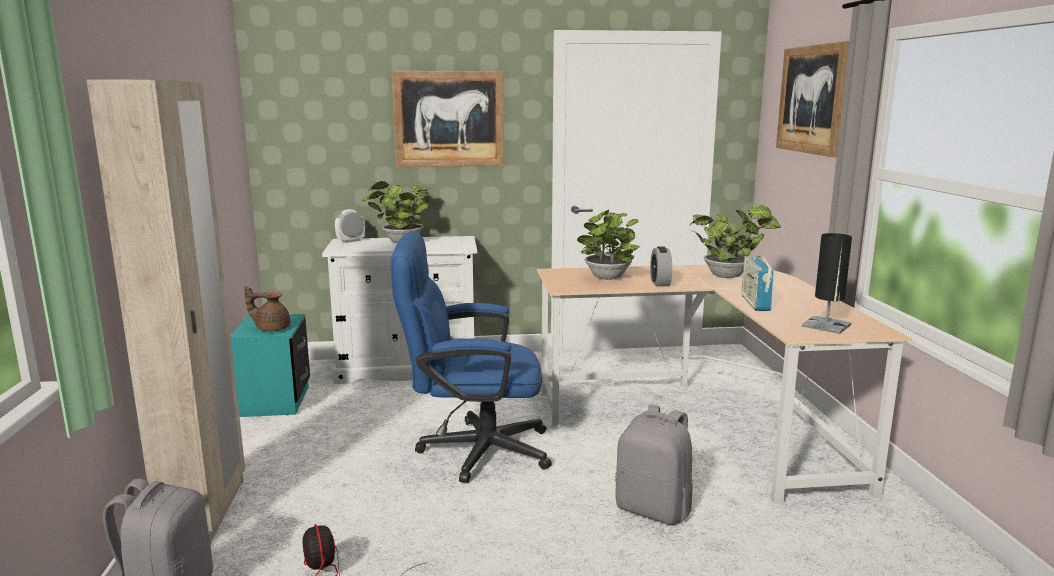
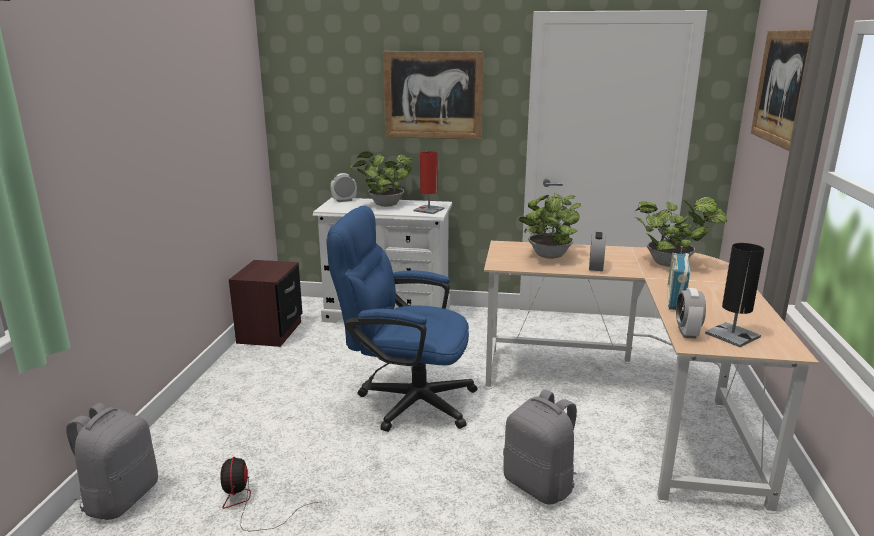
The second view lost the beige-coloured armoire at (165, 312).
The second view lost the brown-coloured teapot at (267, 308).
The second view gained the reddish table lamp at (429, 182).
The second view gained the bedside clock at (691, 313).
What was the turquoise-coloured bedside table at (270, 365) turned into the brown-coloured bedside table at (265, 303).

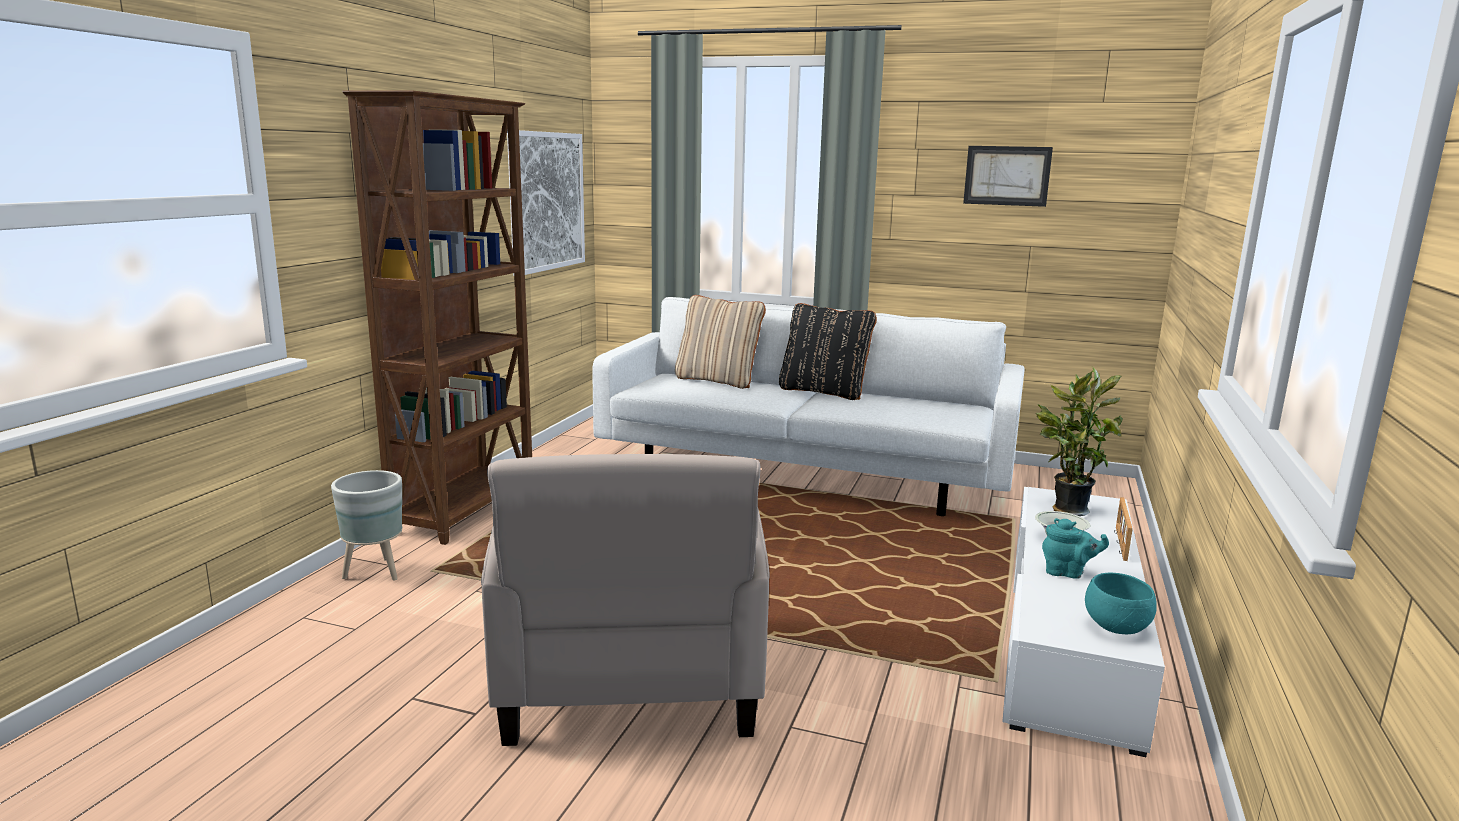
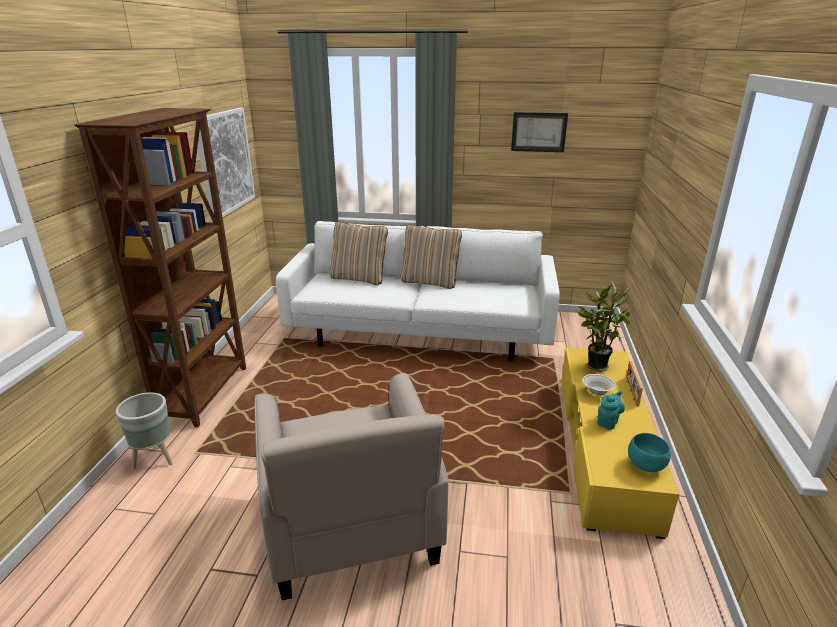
What was the black cushion at (828, 351) turned into the beige-coloured cushion at (431, 257).
What was the white tv stand at (1083, 622) turned into the yellowish tv stand at (620, 443).
The turquoise-coloured teapot at (1075, 548) ended up facing another way, 60 degrees counterclockwise from before.

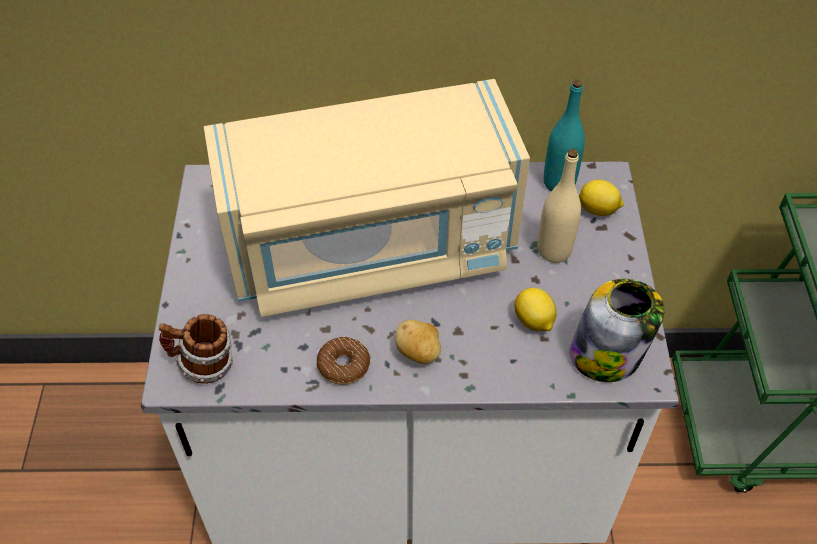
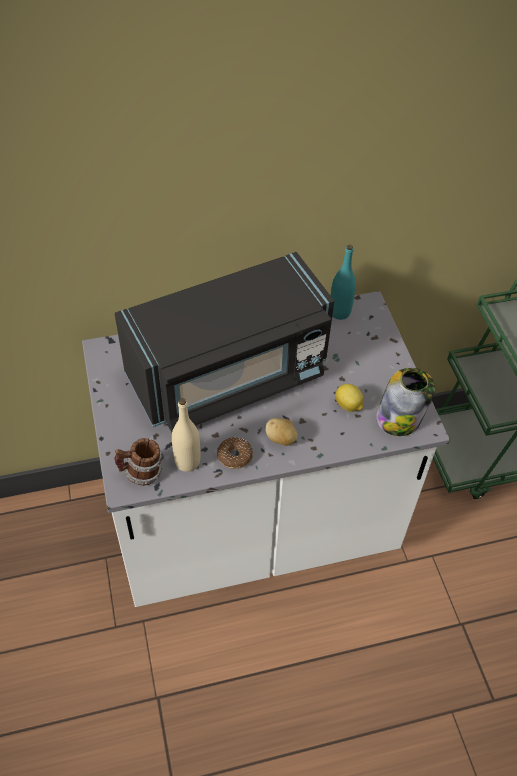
The second view lost the citrus fruit at (601, 198).
The beige-coloured beverage bottle ended up elsewhere, having gone from (559, 206) to (186, 435).
What was the beige-coloured microwave at (366, 198) turned into the black microwave at (224, 342).

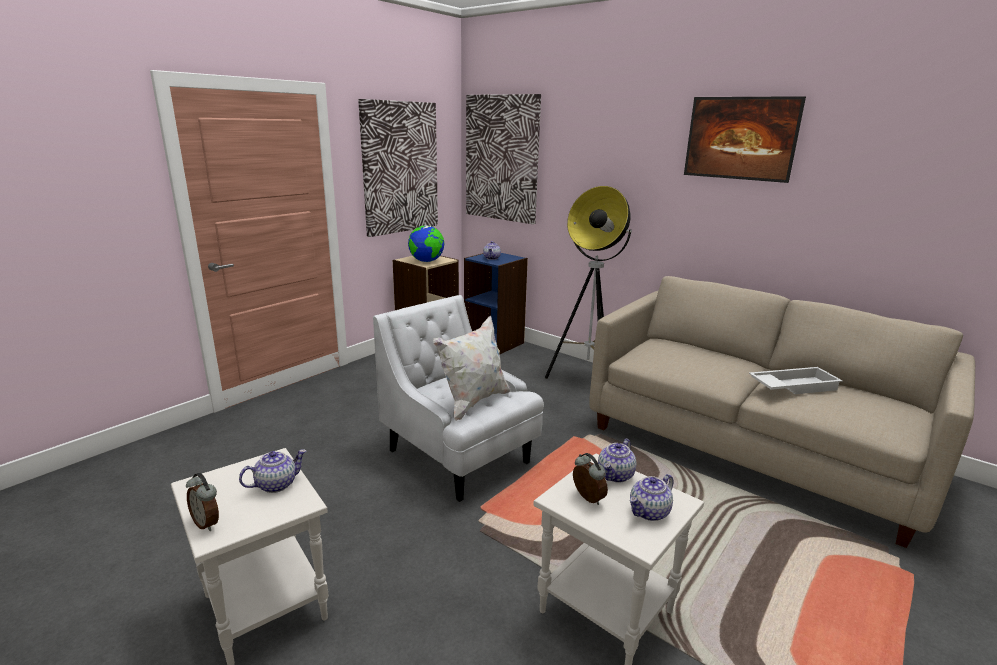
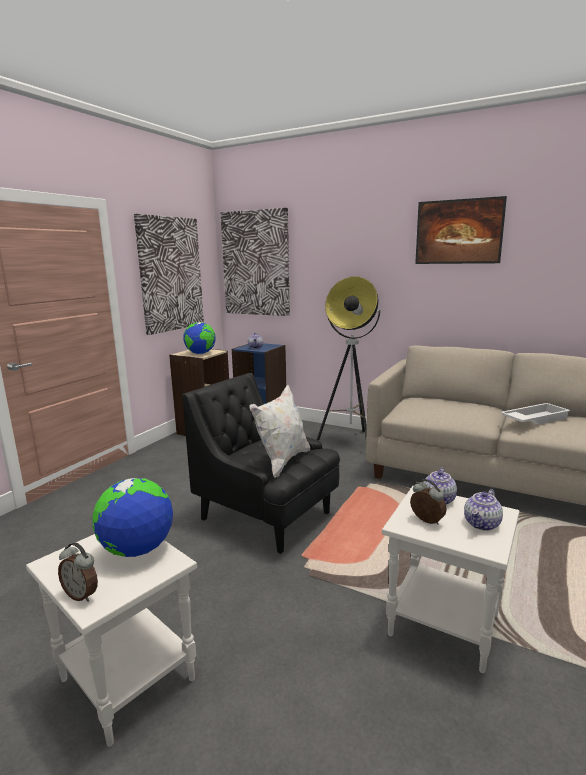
Where the teapot stood at (272, 471), the globe came to stand at (132, 517).
What was the white armchair at (458, 398) turned into the black armchair at (261, 463).

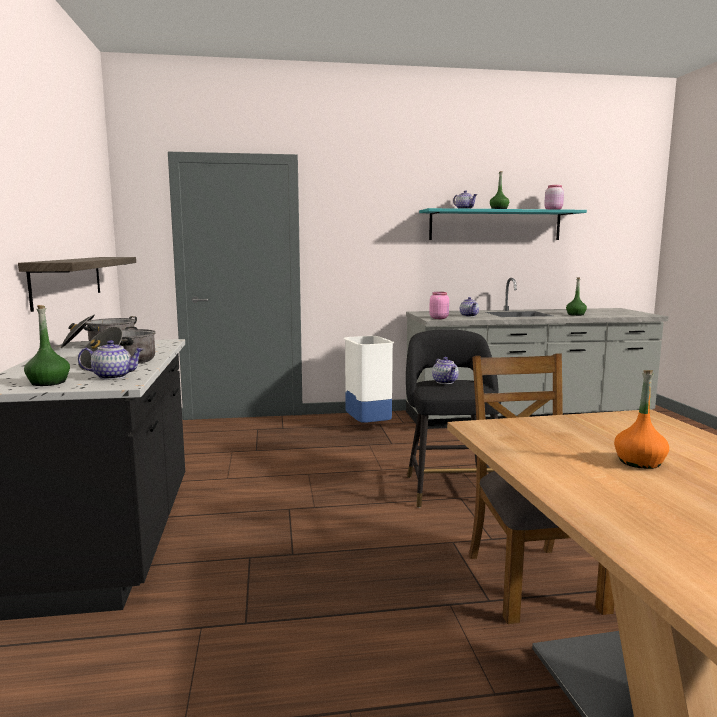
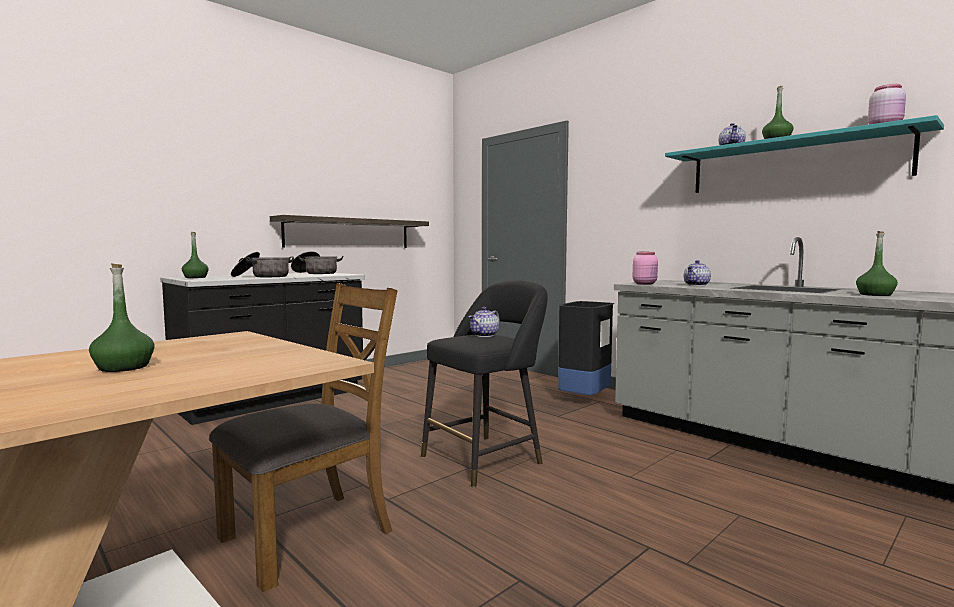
The second view lost the teapot at (111, 360).
What was the white rubbish bin at (369, 379) turned into the black rubbish bin at (586, 348).
What was the orangey beverage bottle at (641, 419) turned into the green beverage bottle at (122, 317).

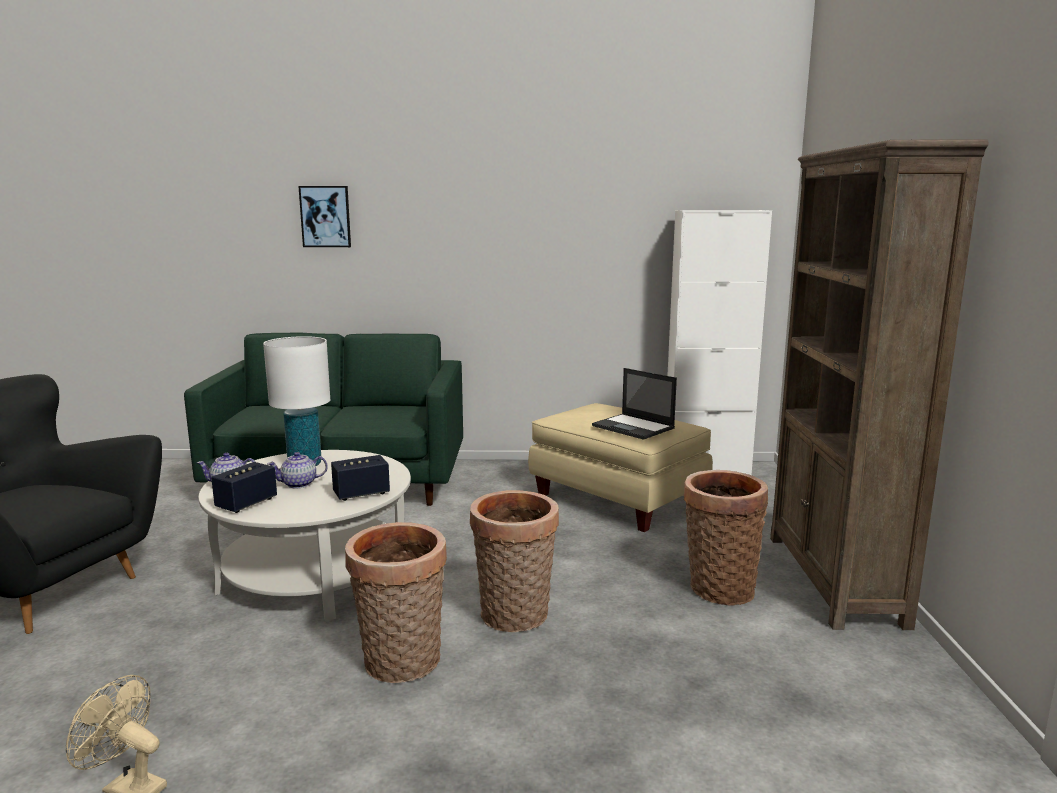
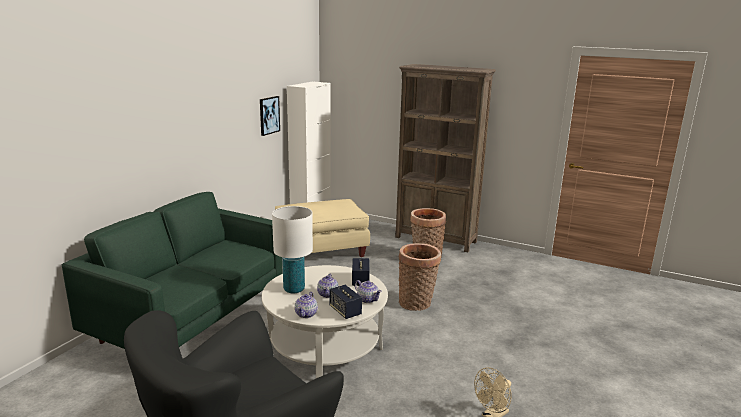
The second view lost the basket at (396, 602).
The second view lost the laptop at (634, 404).
The second view gained the teapot at (368, 291).
The picture ended up elsewhere, having gone from (325, 216) to (270, 116).

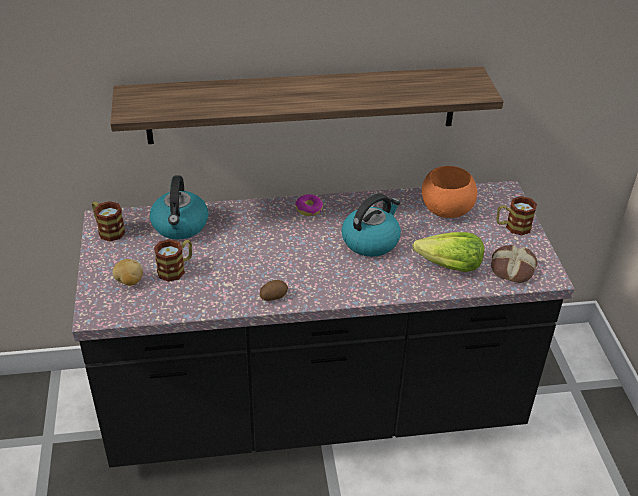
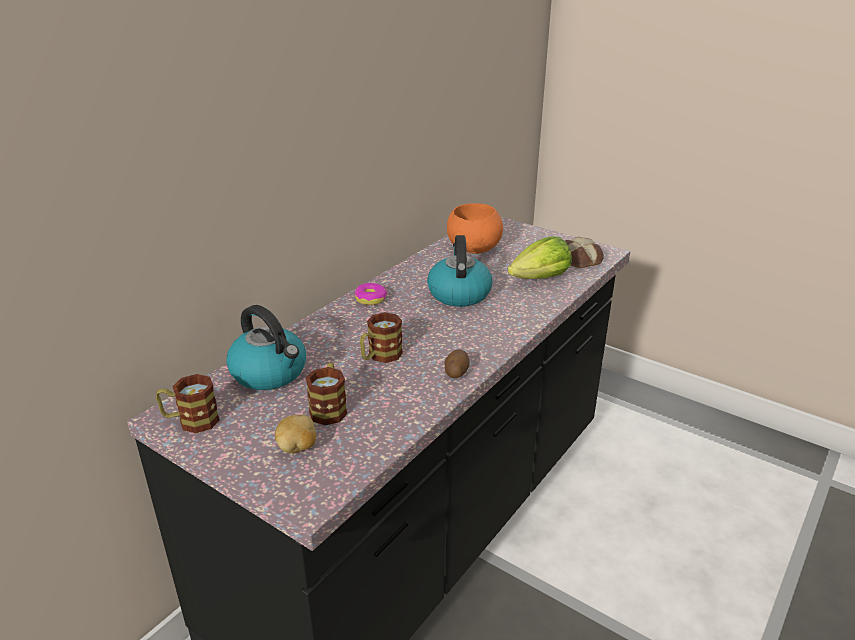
The second view lost the bracket shelf at (306, 105).
The mug ended up elsewhere, having gone from (516, 216) to (381, 337).

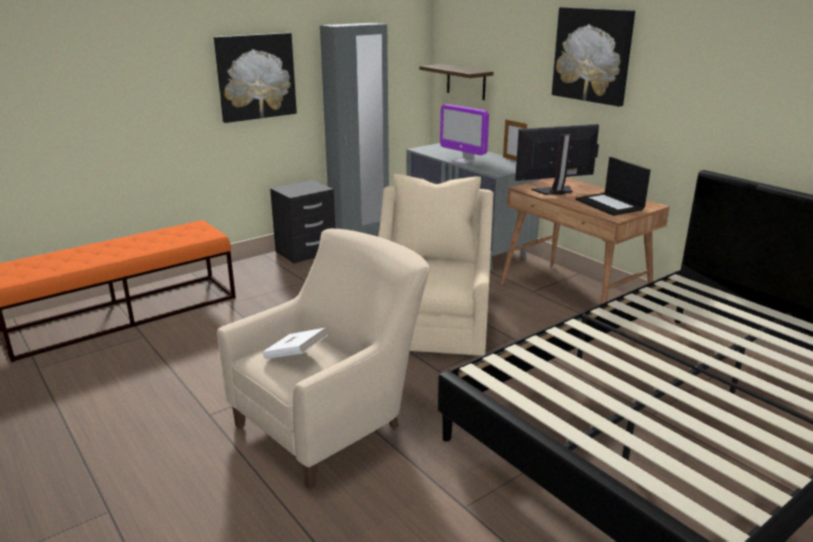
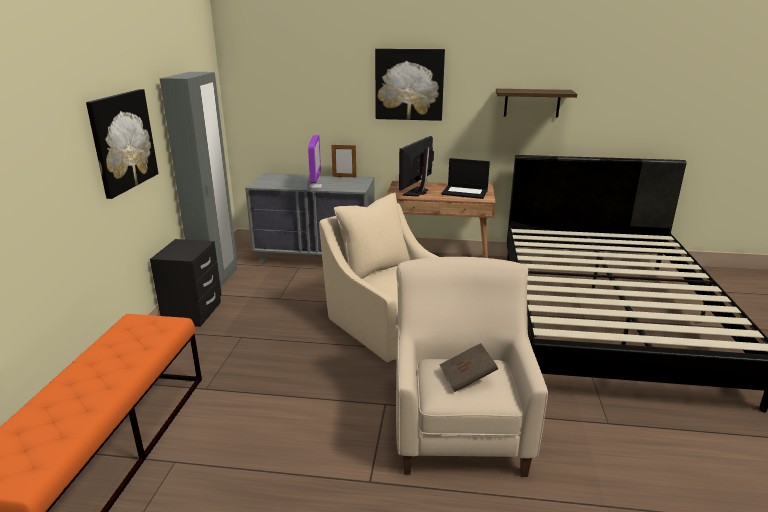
The bracket shelf ended up elsewhere, having gone from (456, 82) to (536, 103).
What was the white volume at (295, 343) turned into the brown-coloured volume at (469, 367).
The computer display at (464, 134) ended up facing another way, 90 degrees counterclockwise from before.

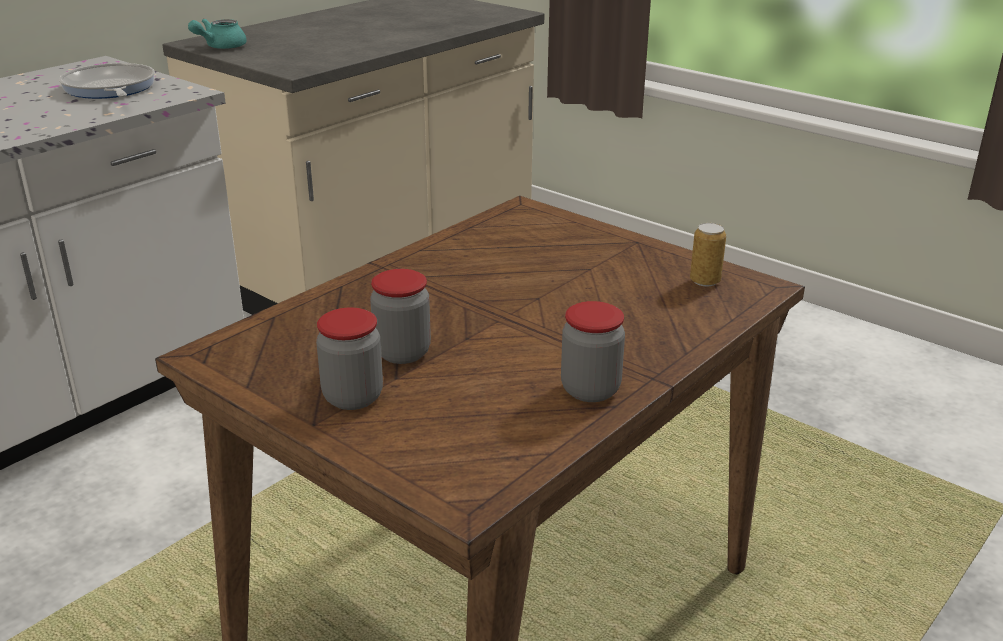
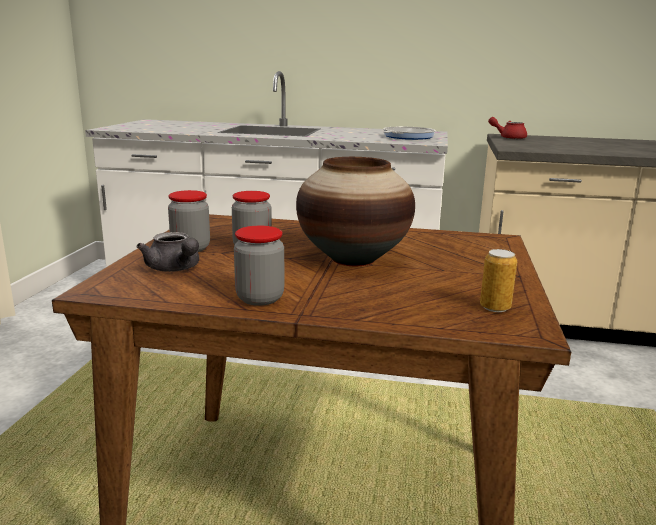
The second view gained the gray teapot at (168, 252).
The second view gained the vase at (355, 211).
What was the turquoise-coloured teapot at (217, 34) turned into the reddish teapot at (507, 128).

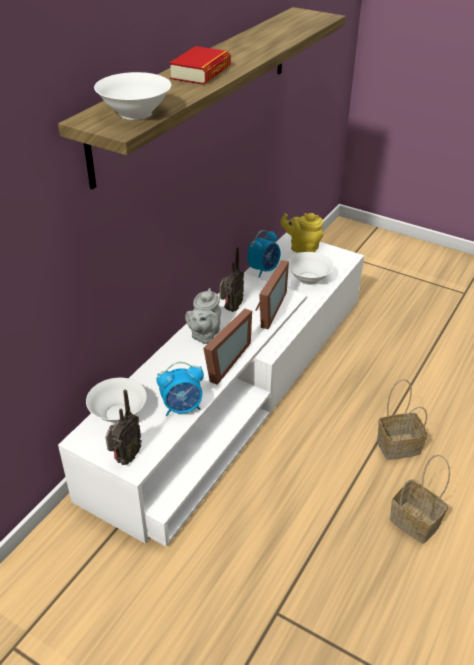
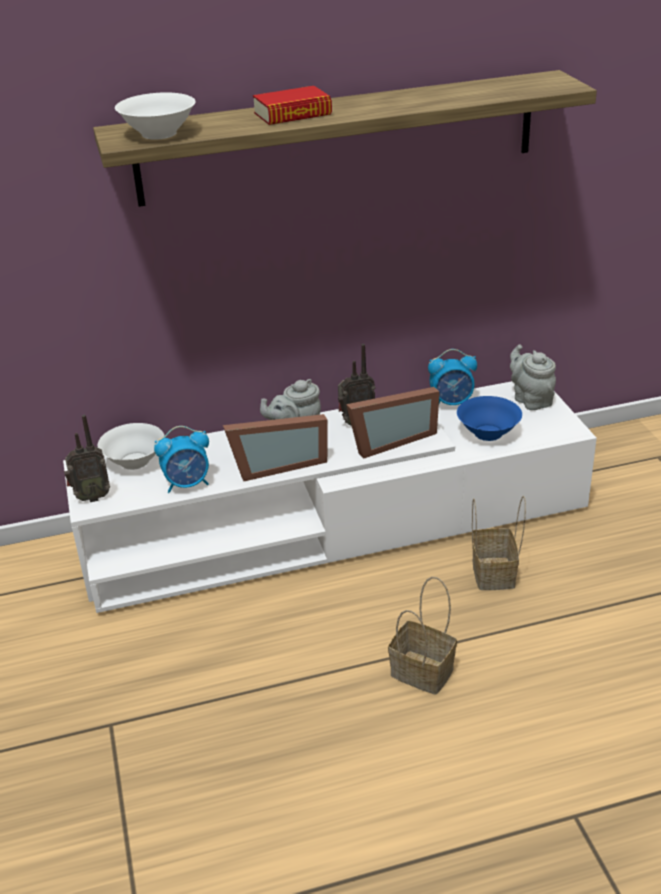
The basket ended up elsewhere, having gone from (420, 499) to (499, 543).
What was the yellowish teapot at (301, 233) turned into the gray teapot at (533, 377).
What was the white deep dish at (310, 268) turned into the bluish deep dish at (489, 418).
The bedside clock at (180, 389) ended up facing another way, 45 degrees counterclockwise from before.

